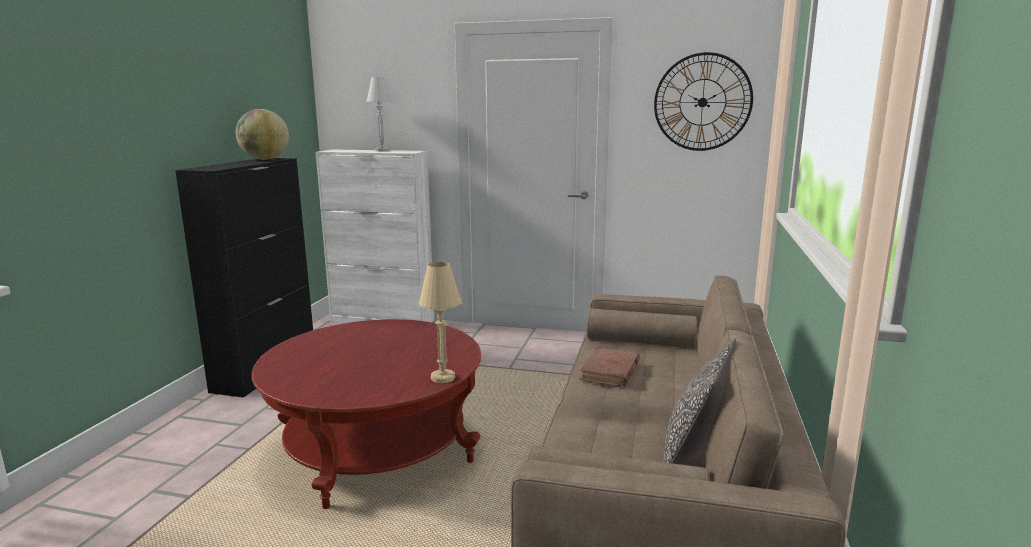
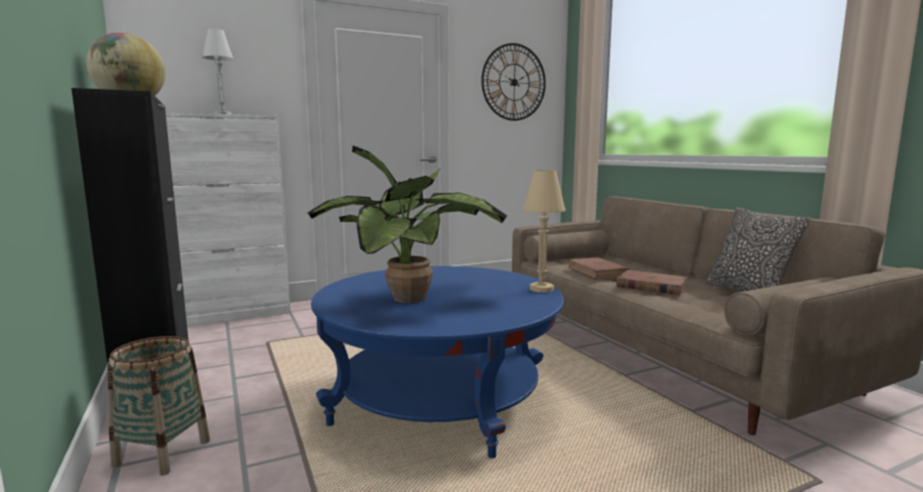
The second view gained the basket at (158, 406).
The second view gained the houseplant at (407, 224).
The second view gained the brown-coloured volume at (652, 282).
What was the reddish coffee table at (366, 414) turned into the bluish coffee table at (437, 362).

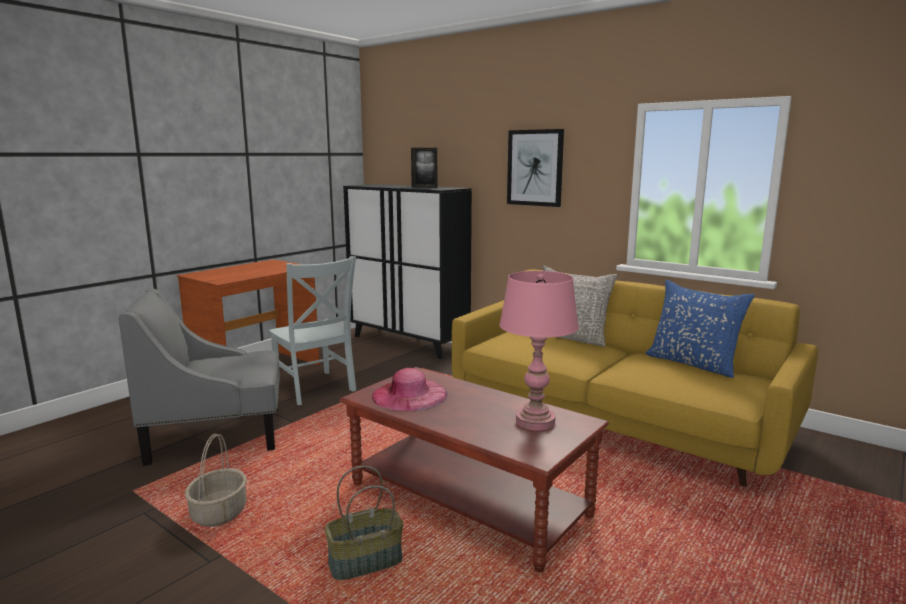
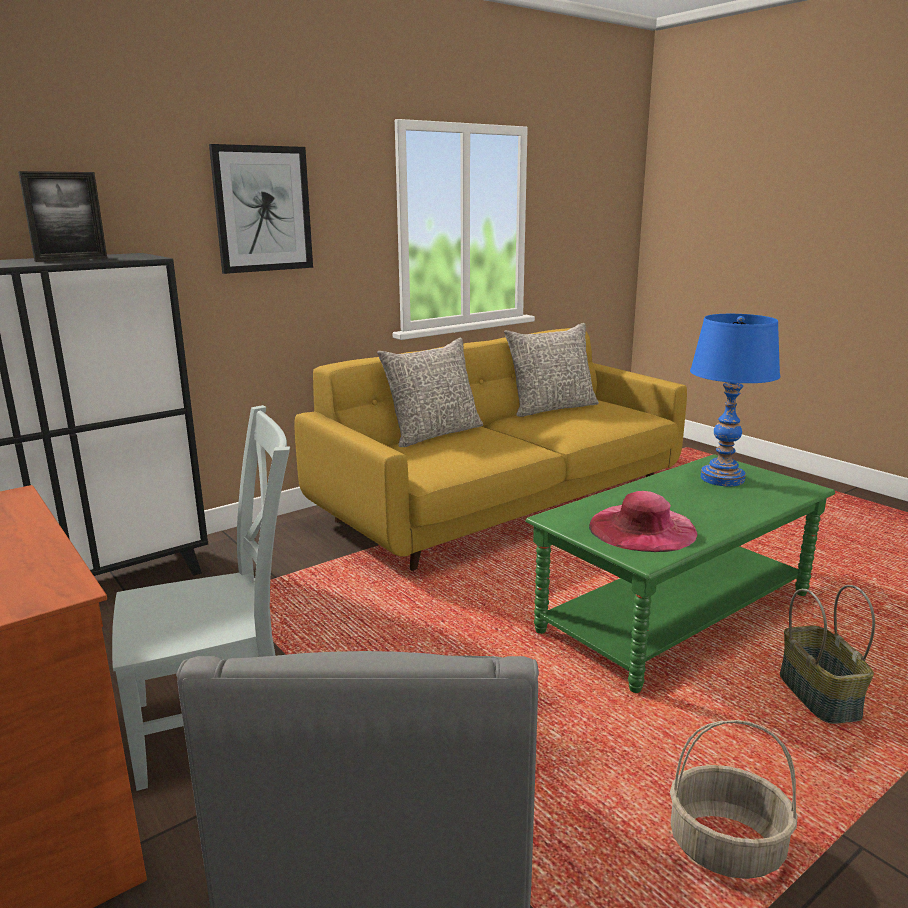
What was the brown-coloured coffee table at (474, 469) turned into the green coffee table at (680, 573).
What was the pink-coloured table lamp at (539, 351) turned into the bluish table lamp at (735, 400).
What was the bluish cushion at (700, 329) turned into the gray cushion at (551, 370).

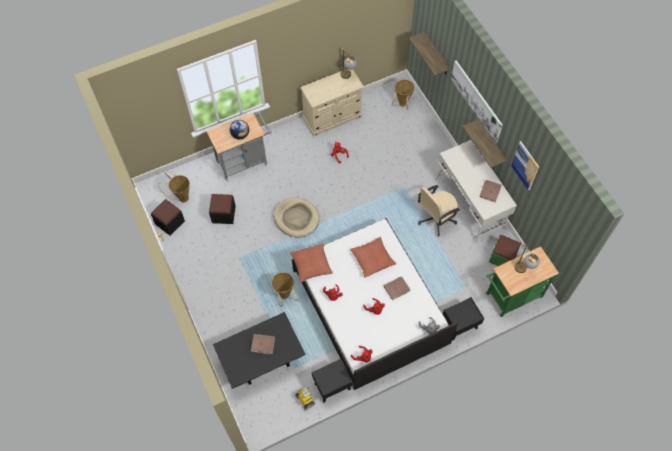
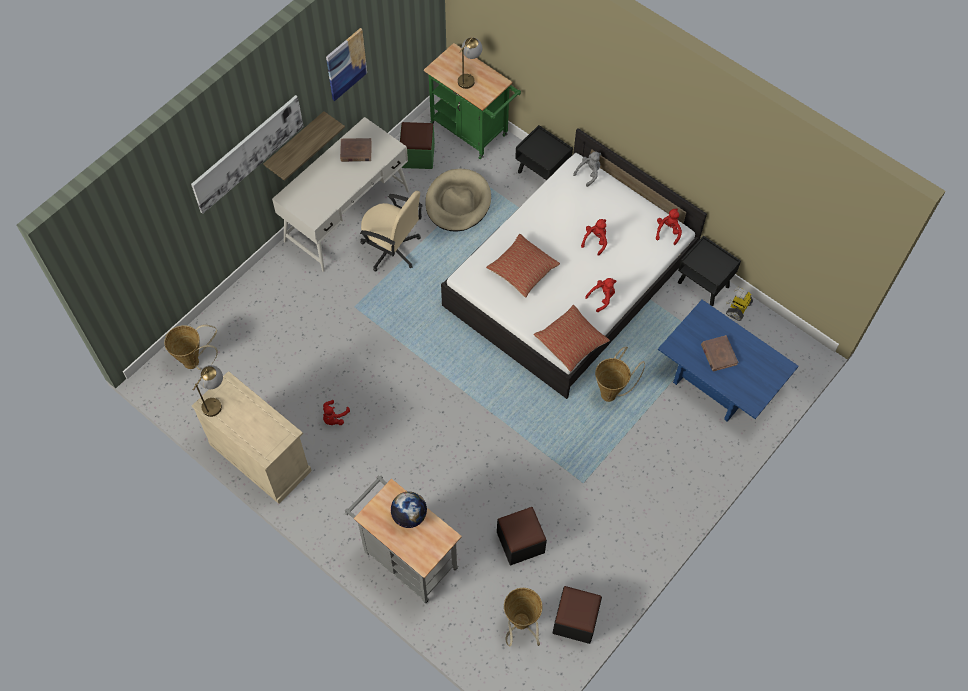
The second view lost the brown-coloured volume at (397, 288).
The second view lost the bracket shelf at (430, 54).
The beige-coloured pet bed ended up elsewhere, having gone from (297, 217) to (458, 200).
What was the black coffee table at (259, 350) turned into the bluish coffee table at (728, 361).

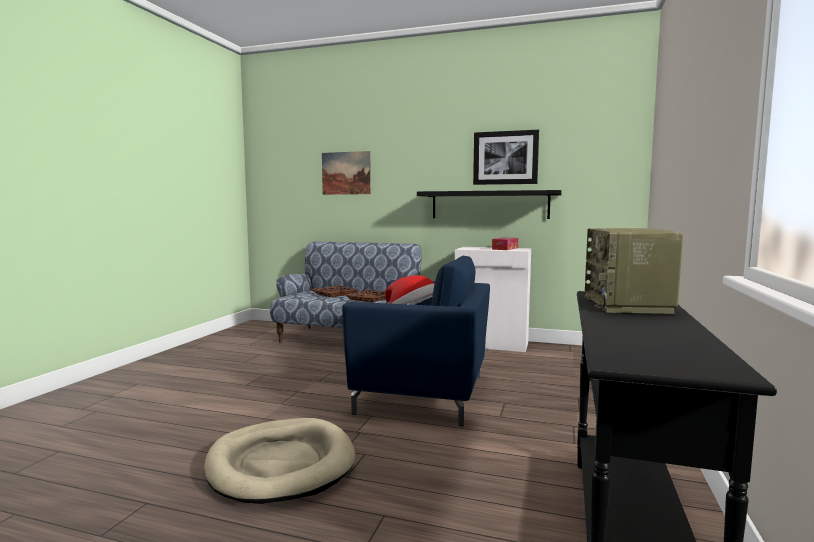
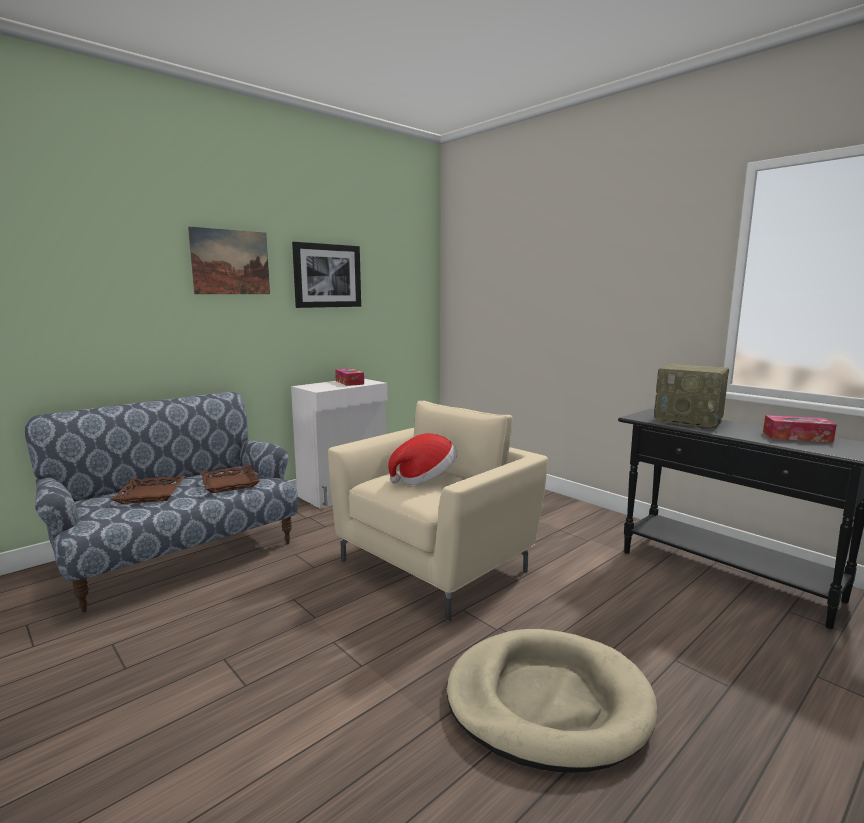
The second view lost the black bracket shelf at (489, 204).
The second view gained the tissue box at (800, 429).
The picture ended up elsewhere, having gone from (346, 173) to (229, 260).
What was the bluish armchair at (416, 341) turned into the beige-coloured armchair at (438, 511).

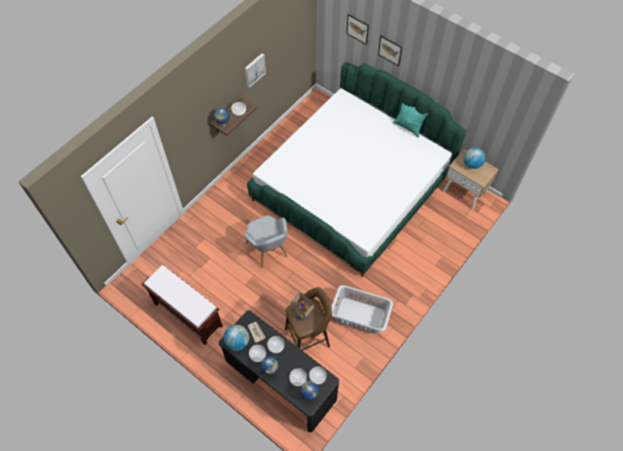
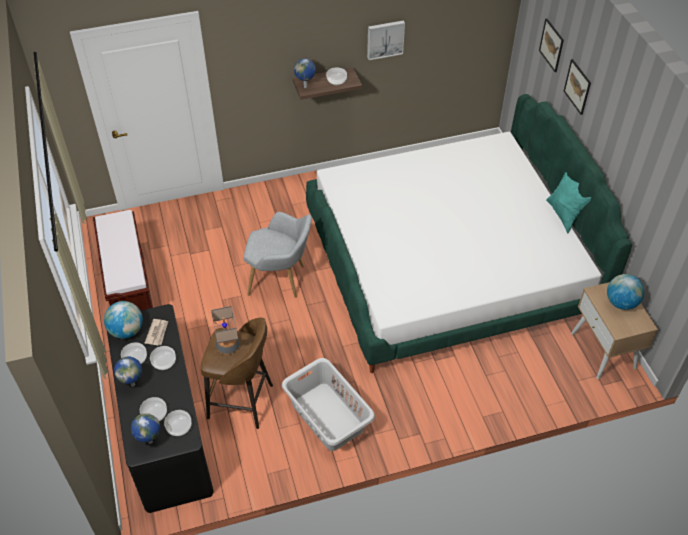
The gray armchair at (266, 241) ended up facing another way, 90 degrees counterclockwise from before.

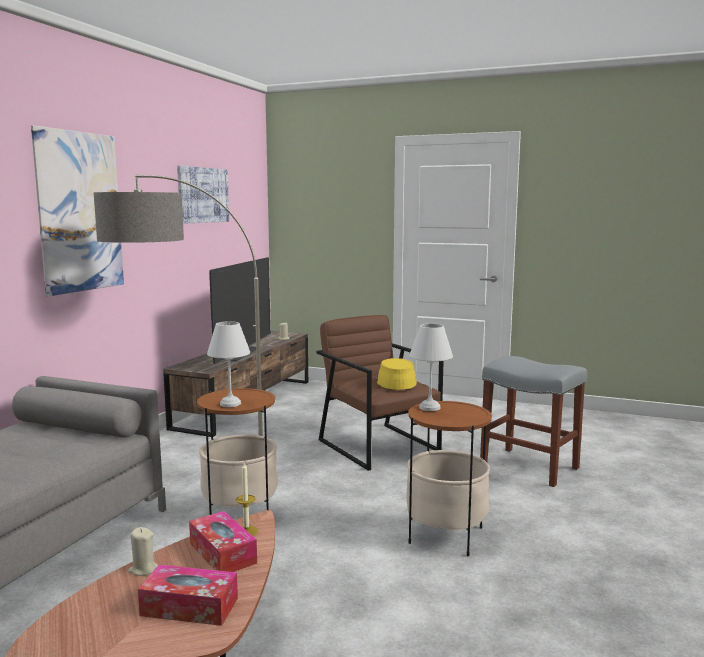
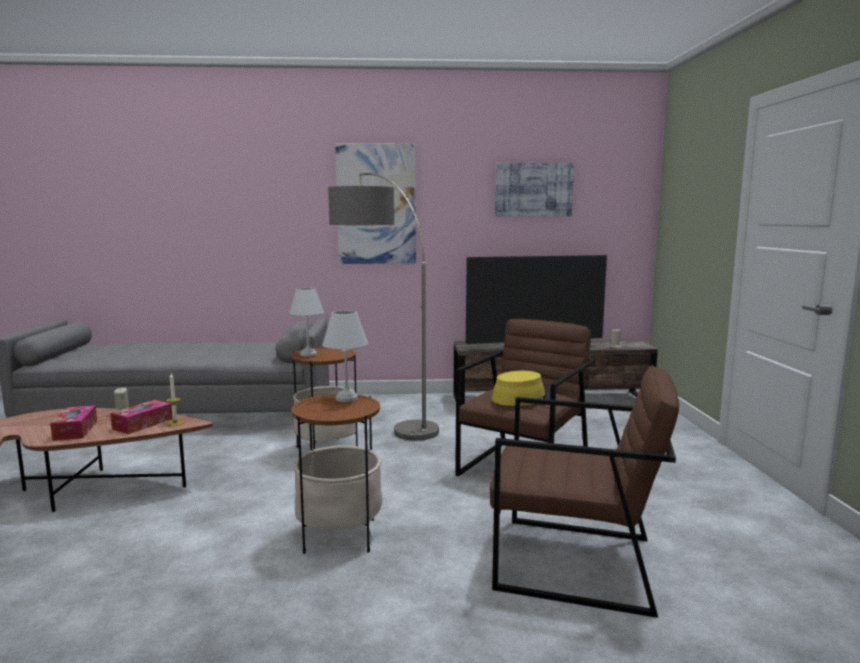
Where the gray stool stood at (533, 421), the brown-coloured armchair came to stand at (584, 491).

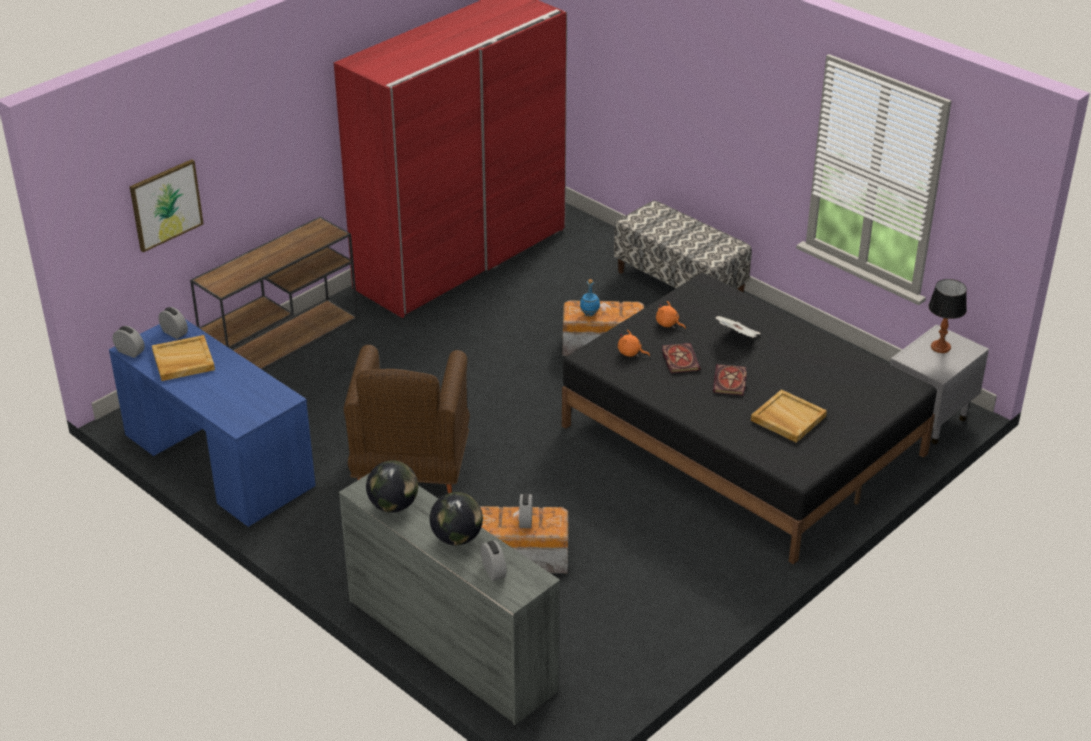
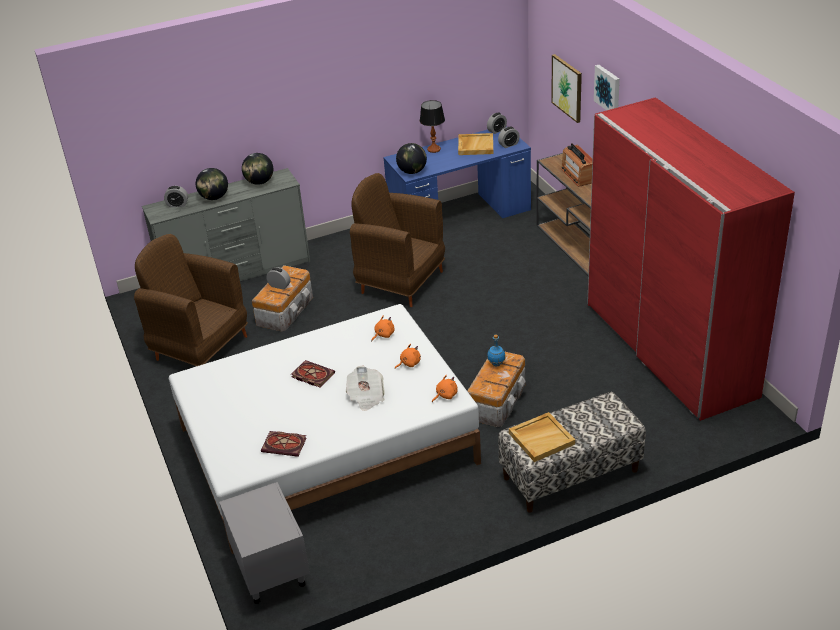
The second view gained the brown-coloured armchair at (191, 300).
The second view gained the globe at (411, 158).
The second view gained the orangey plush toy at (445, 388).
The second view gained the radio receiver at (577, 165).
The second view gained the picture at (607, 87).
The volume ended up elsewhere, having gone from (681, 358) to (284, 444).
The beige-coloured carrying tray ended up elsewhere, having gone from (789, 416) to (542, 437).
The table lamp ended up elsewhere, having gone from (947, 316) to (432, 126).
What was the black sleeping bed at (749, 418) turned into the white sleeping bed at (325, 429).

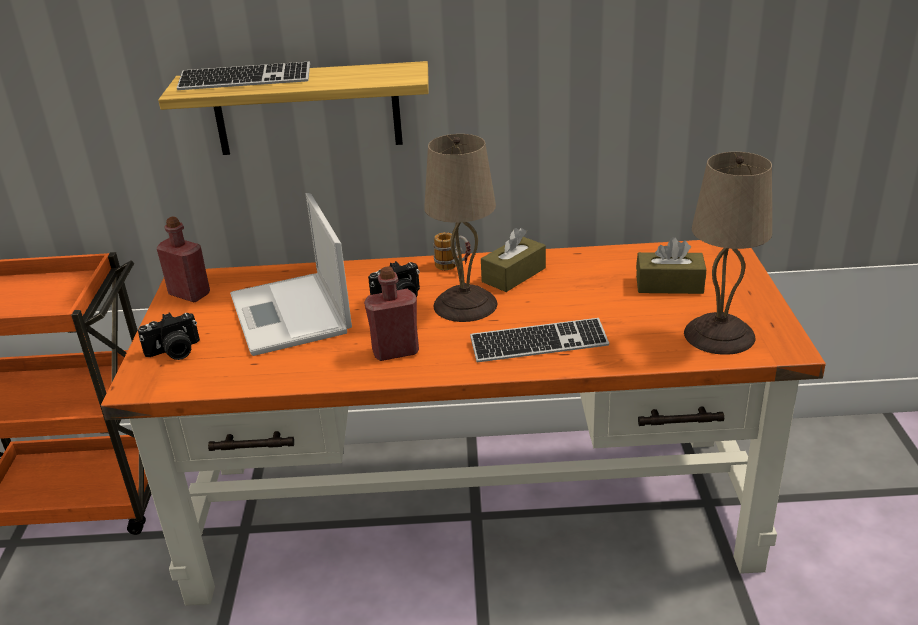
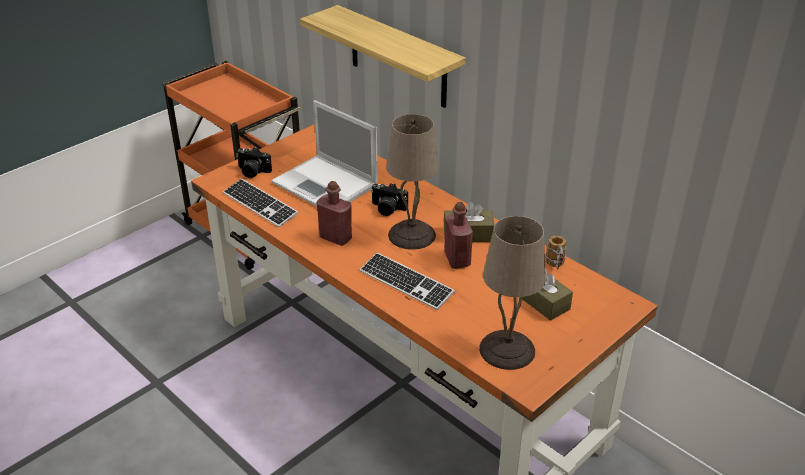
The reddish beverage bottle ended up elsewhere, having gone from (183, 259) to (458, 235).
The keyboard ended up elsewhere, having gone from (243, 76) to (260, 202).
The mug ended up elsewhere, having gone from (452, 251) to (555, 252).
The laptop at (291, 274) ended up facing another way, 75 degrees counterclockwise from before.

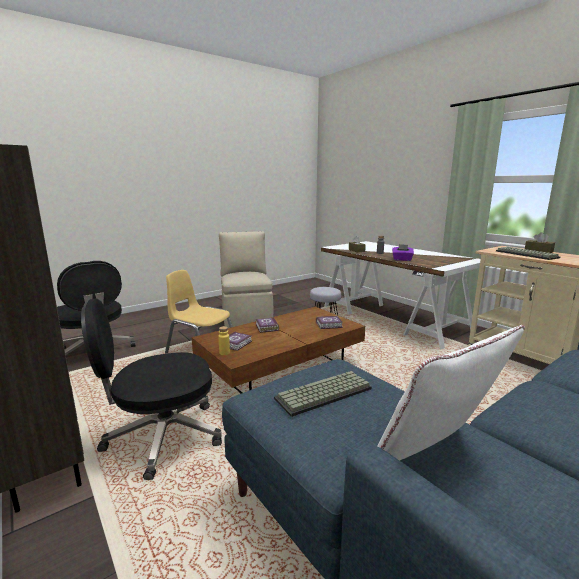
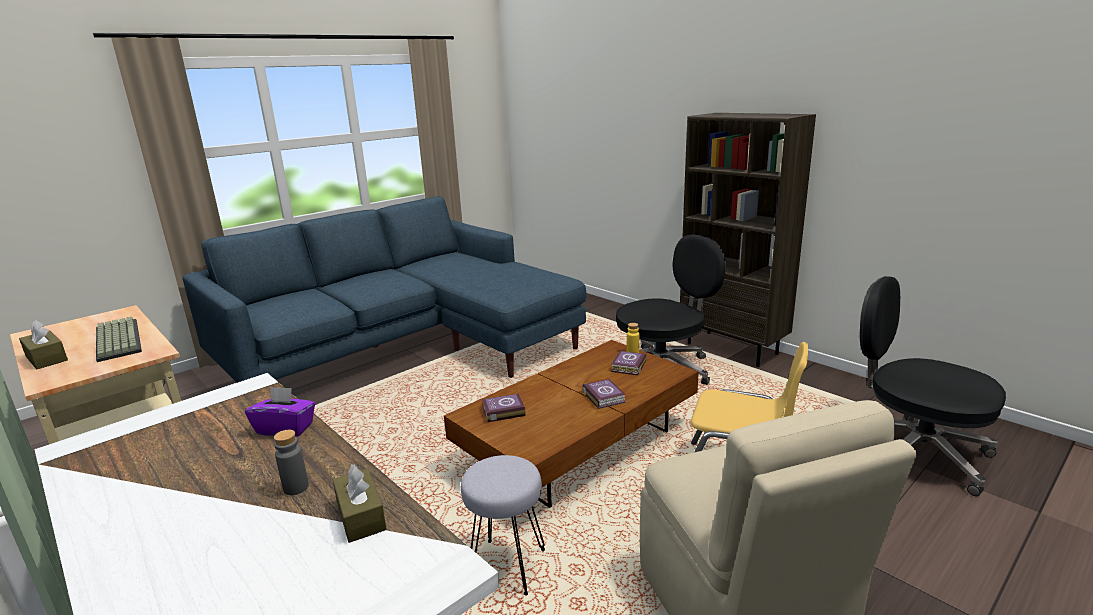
The second view lost the keyboard at (323, 394).
The second view lost the white cushion at (451, 393).

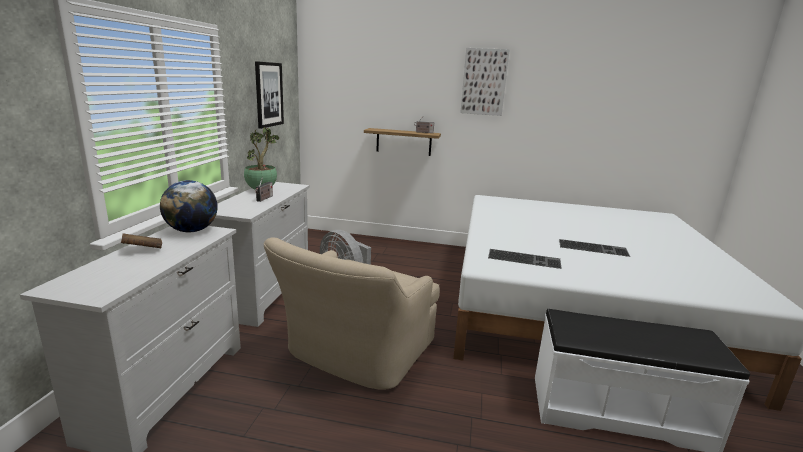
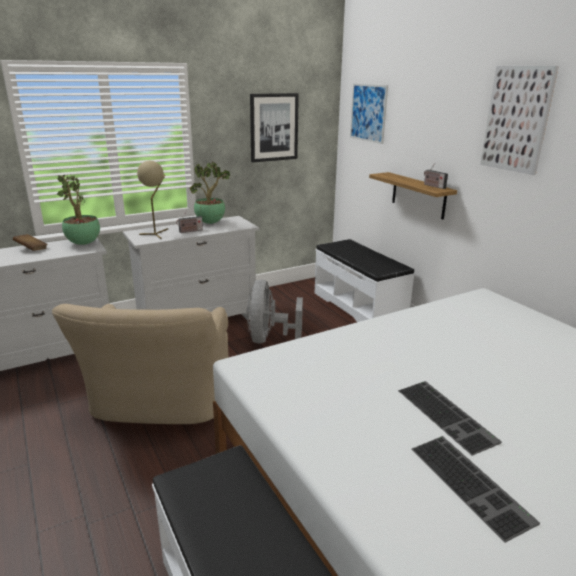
The second view gained the beige-coloured table lamp at (152, 200).
The second view gained the white bench at (365, 280).
The second view gained the picture at (369, 114).
The keyboard ended up elsewhere, having gone from (525, 259) to (475, 489).
Where the globe stood at (189, 206), the houseplant came to stand at (78, 210).
The beige-coloured armchair at (352, 313) ended up facing another way, 75 degrees counterclockwise from before.

